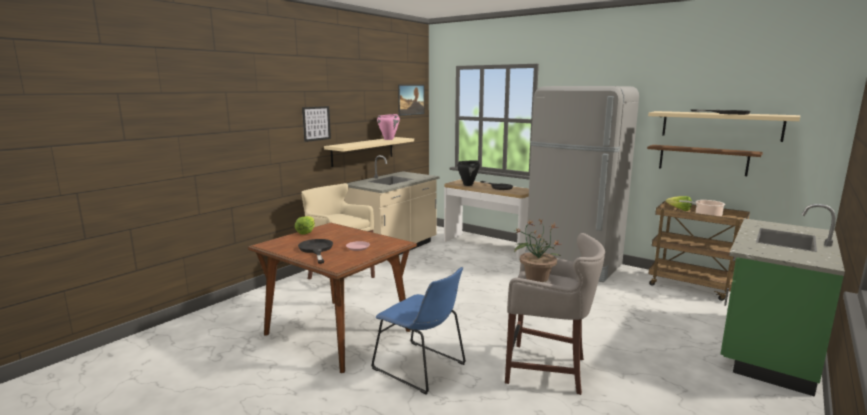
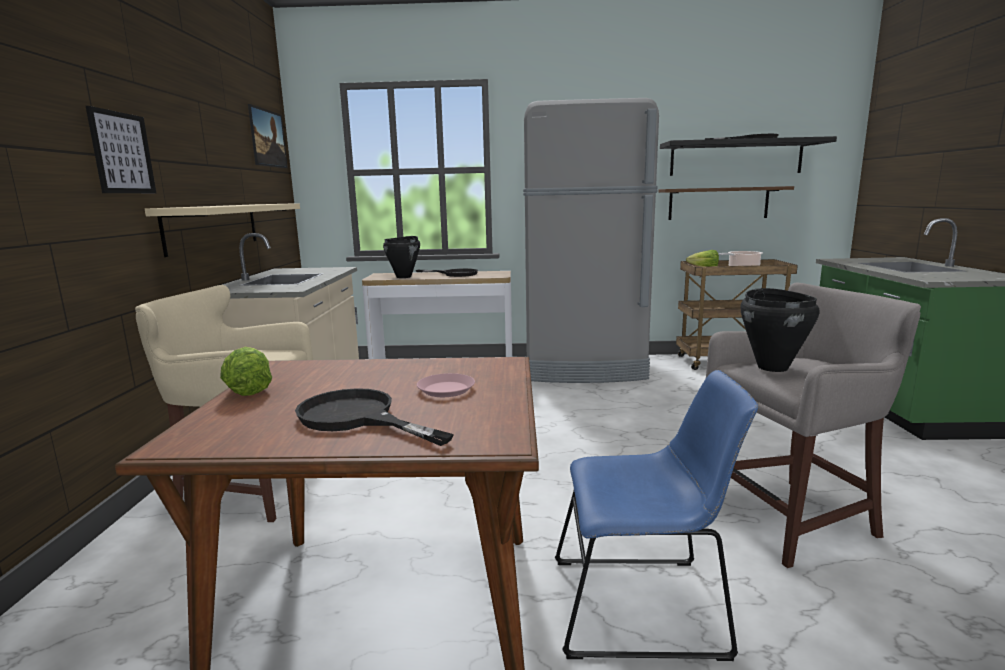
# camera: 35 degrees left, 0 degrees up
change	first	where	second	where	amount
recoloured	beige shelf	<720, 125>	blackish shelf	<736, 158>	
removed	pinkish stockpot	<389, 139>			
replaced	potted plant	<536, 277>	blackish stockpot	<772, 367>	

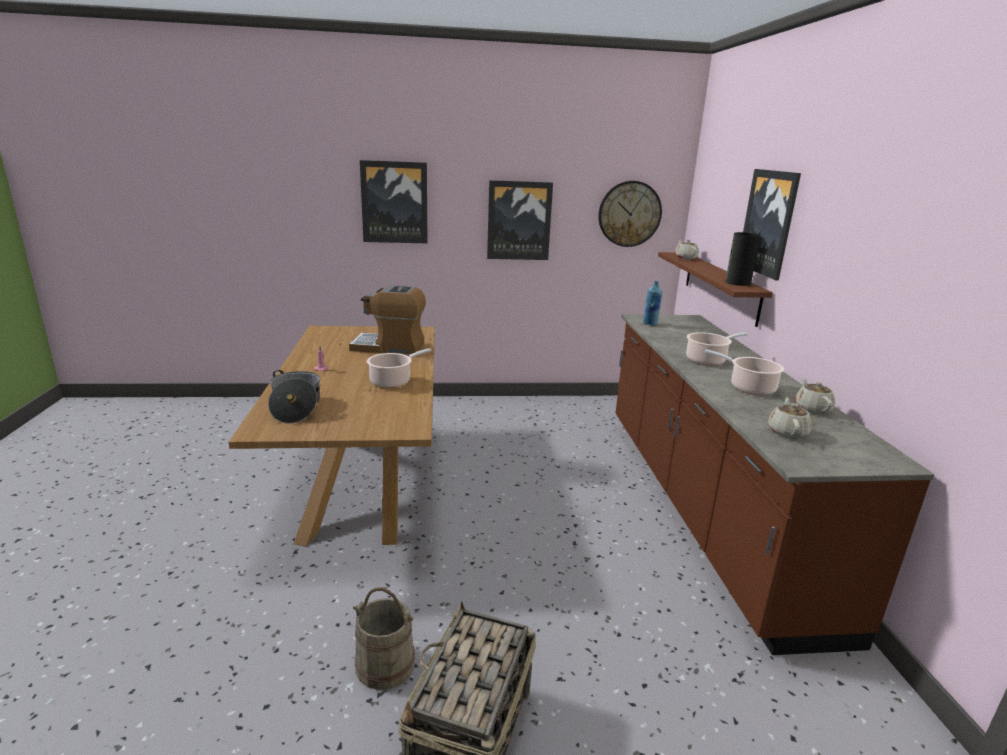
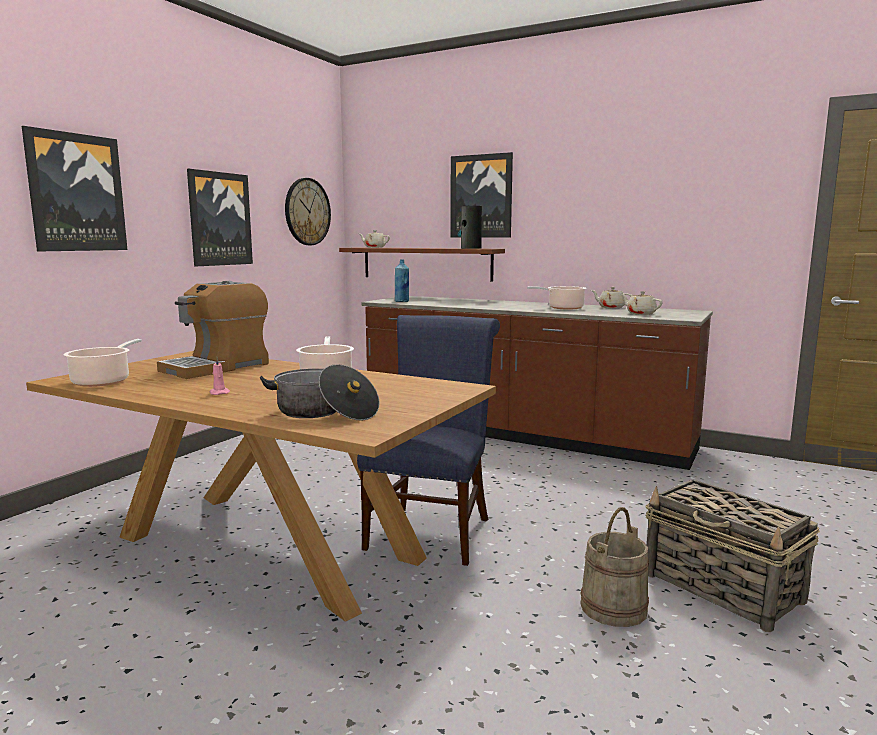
# camera: 55 degrees left, 10 degrees down
change	first	where	second	where	amount
moved	stockpot	<707, 360>		<103, 381>	
added			bluish upright chair	<432, 530>	

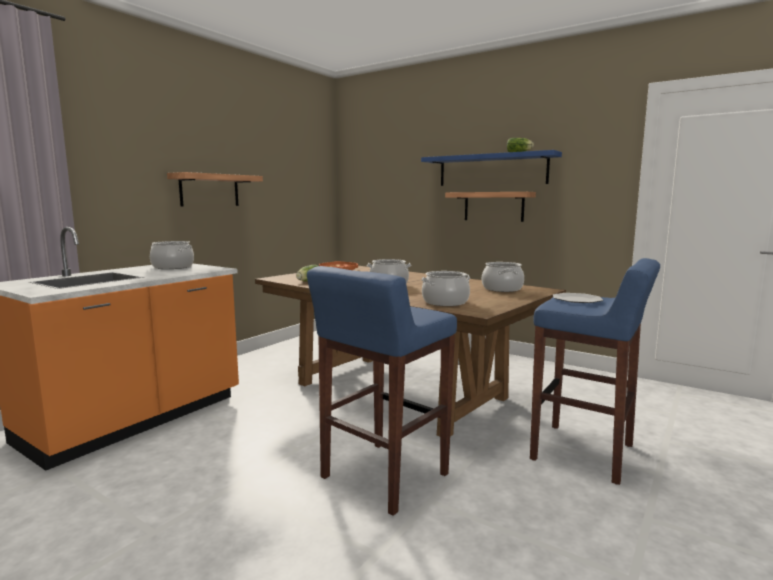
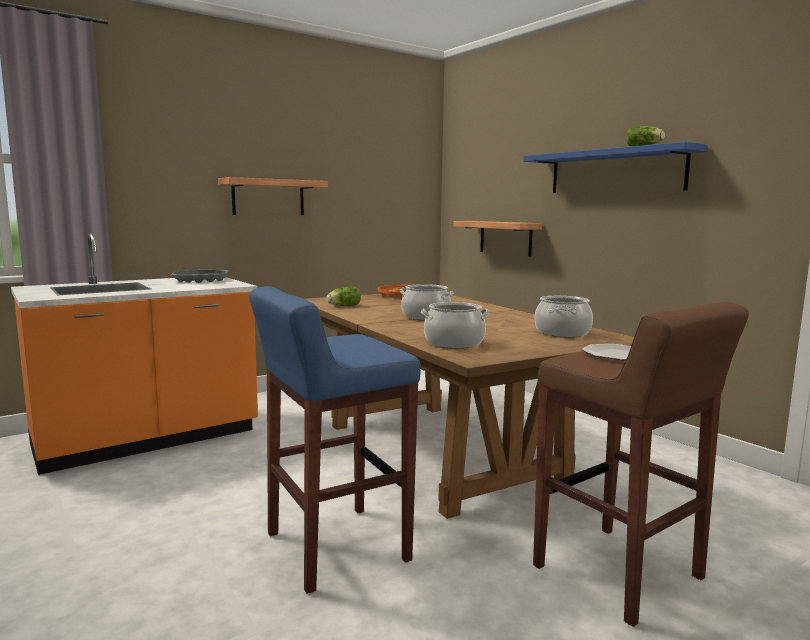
# camera: 20 degrees right, 0 degrees up
change	first	where	second	where	amount
moved	shelf	<493, 206>		<505, 238>	
replaced	stockpot	<173, 267>	gray serving tray	<200, 280>	
recoloured	bluish stool seat	<584, 453>	brown-coloured stool seat	<619, 574>	

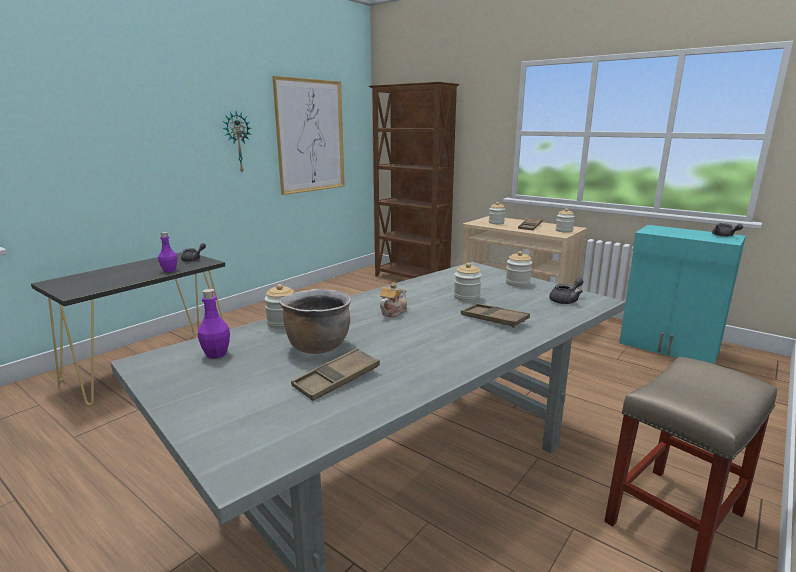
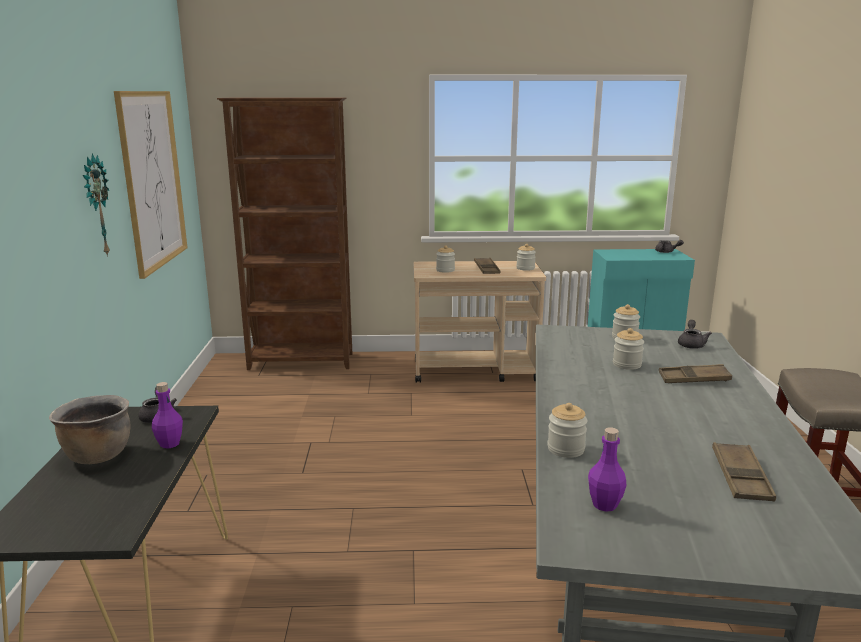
# camera: 40 degrees left, 0 degrees up
change	first	where	second	where	amount
removed	tea pot	<393, 312>			
moved	brown-coloured stockpot	<318, 346>		<97, 455>	

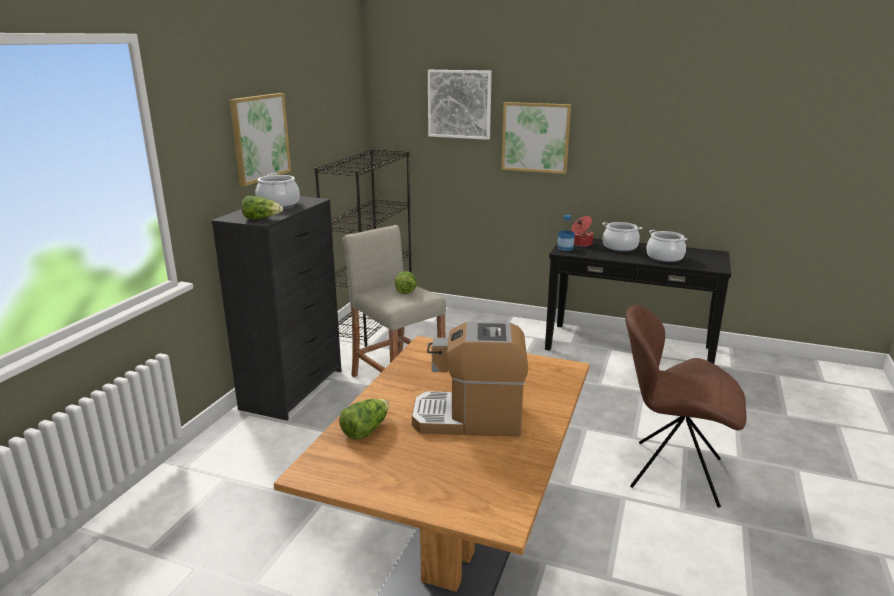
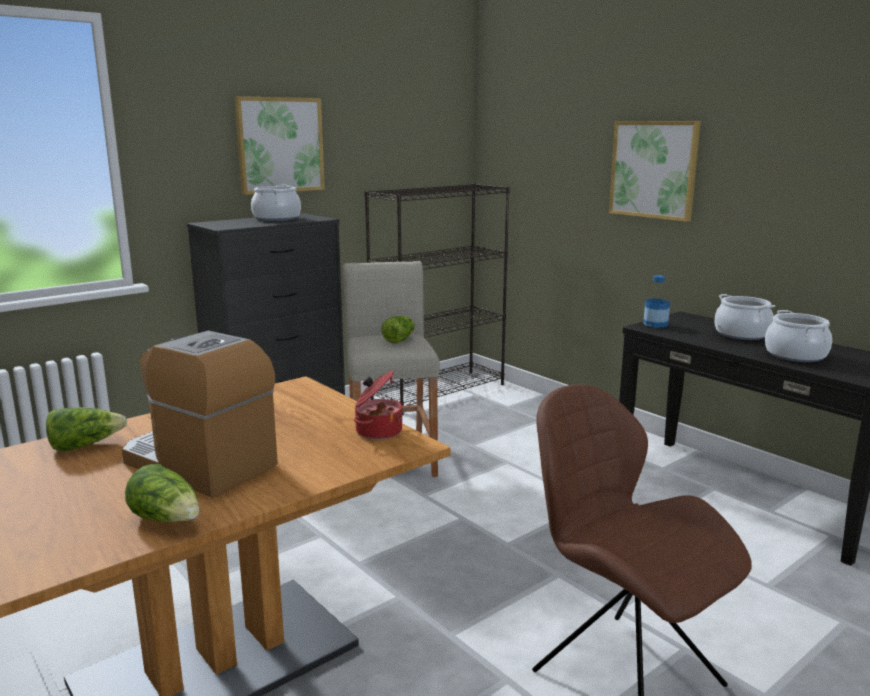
# camera: 30 degrees right, 5 degrees down
change	first	where	second	where	amount
removed	picture	<459, 104>			
moved	lettuce	<262, 219>		<167, 519>	
moved	stockpot	<581, 244>		<377, 431>	

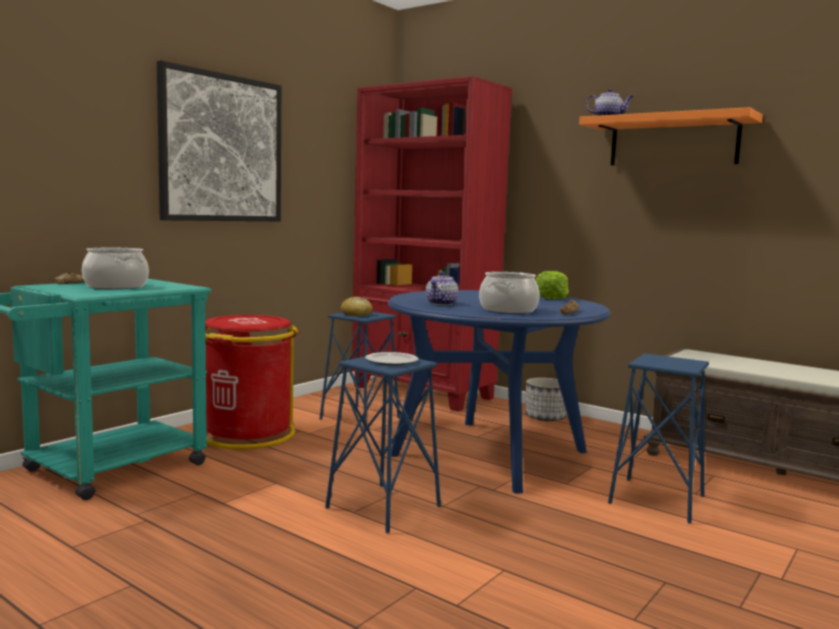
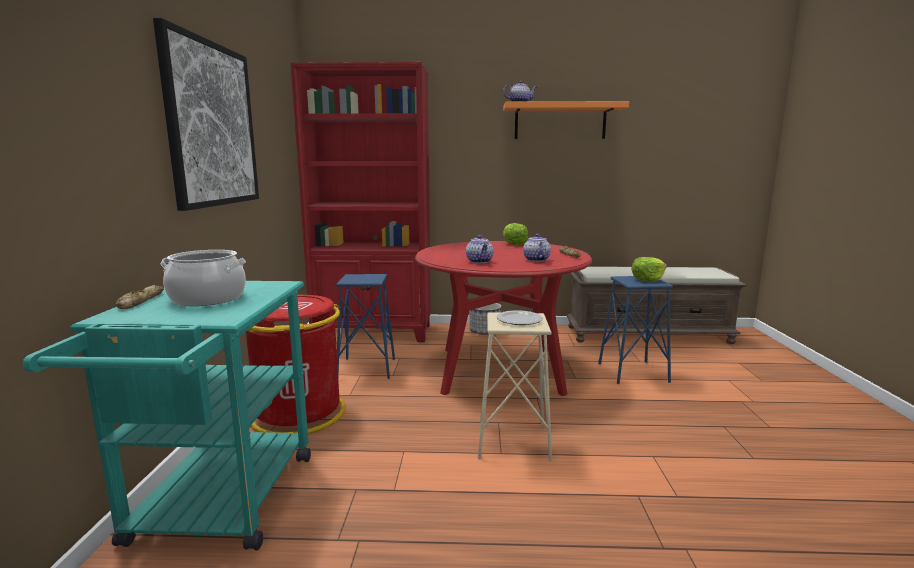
# camera: 35 degrees left, 5 degrees up
change	first	where	second	where	amount
replaced	stockpot	<508, 310>	tea pot	<536, 260>	
recoloured	bluish dining table	<490, 453>	red-coloured dining table	<500, 370>	
removed	bakery bread	<356, 314>			
recoloured	bluish stool seat	<383, 507>	beige stool seat	<512, 440>	
added			lettuce	<648, 279>	

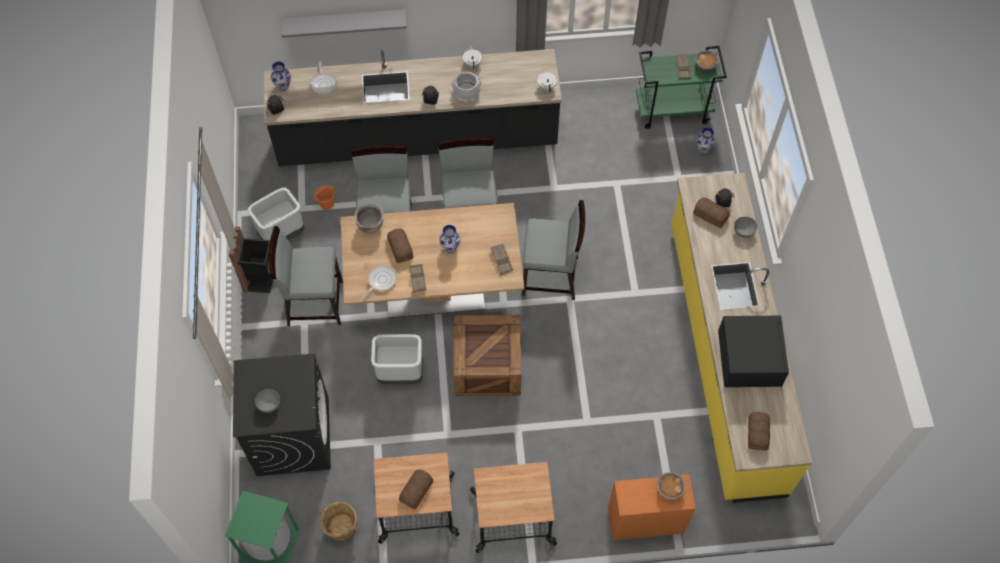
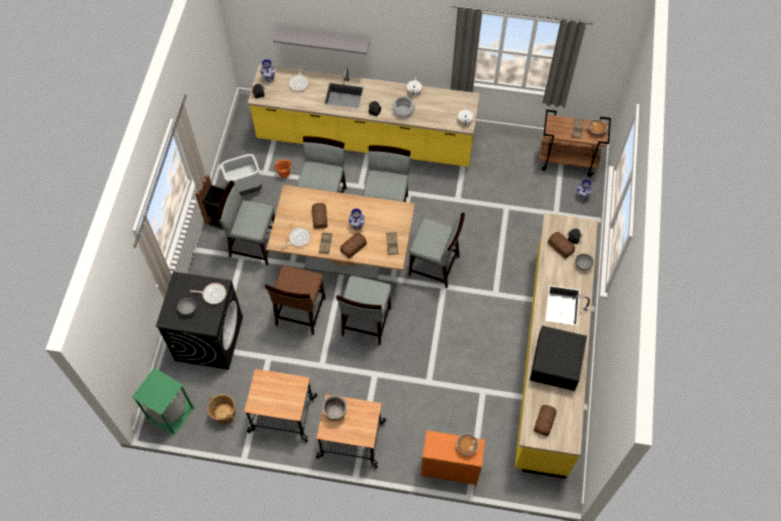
# camera: 15 degrees right, 0 degrees up
change	first	where	second	where	amount
recoloured	green-coloured trolley	<673, 110>	brown-coloured trolley	<568, 161>	
recoloured	blackish kitchen base unit	<417, 139>	yellow kitchen base unit	<365, 140>	
moved	brown-coloured stockpot	<371, 226>		<335, 413>	
replaced	packing crate	<486, 366>	gray upright chair	<365, 322>	
replaced	gray trash can	<400, 374>	brown-coloured upright chair	<300, 312>	
moved	bakery bread	<417, 490>		<354, 247>	
added			skillet	<213, 294>	

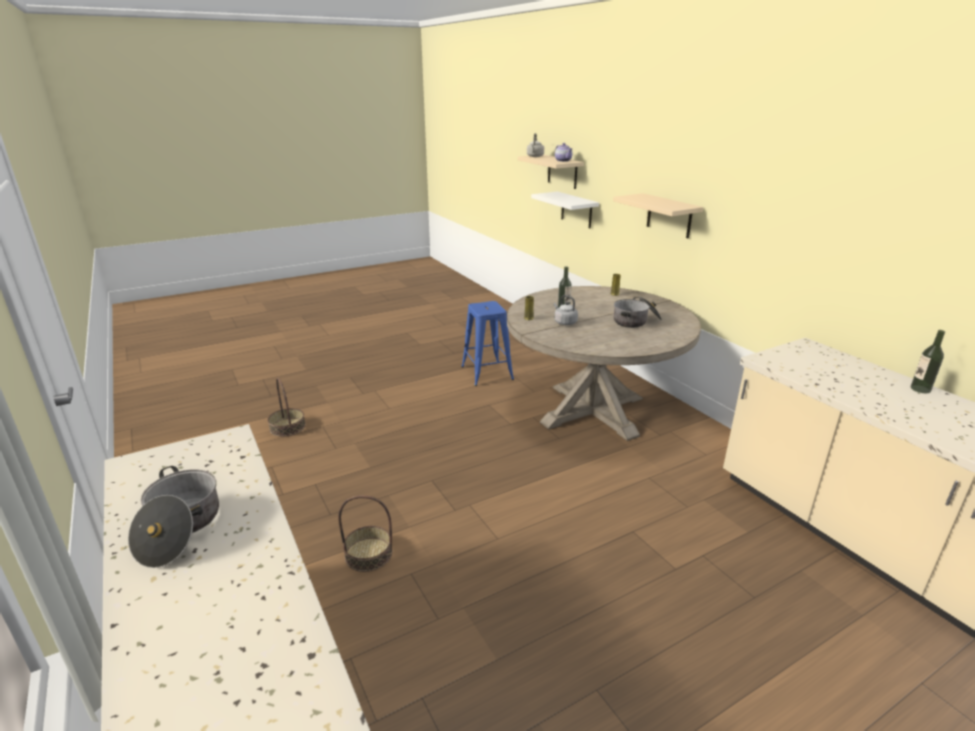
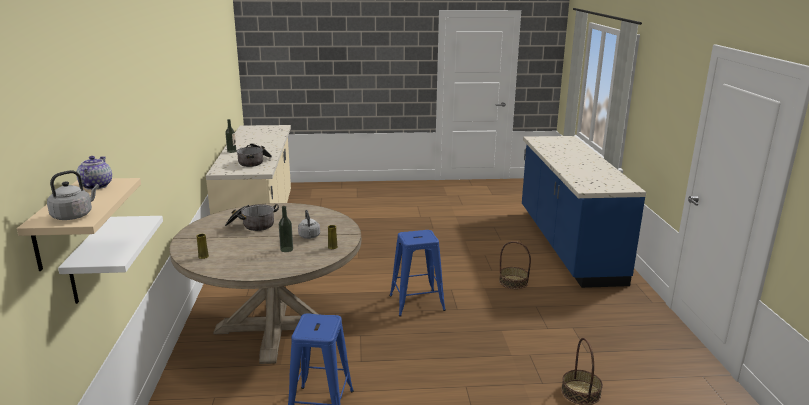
# camera: 155 degrees left, 5 degrees down
change	first	where	second	where	amount
removed	beige shelf	<669, 216>			
moved	stockpot	<179, 529>		<254, 162>	
added			bluish stool seat	<417, 303>	

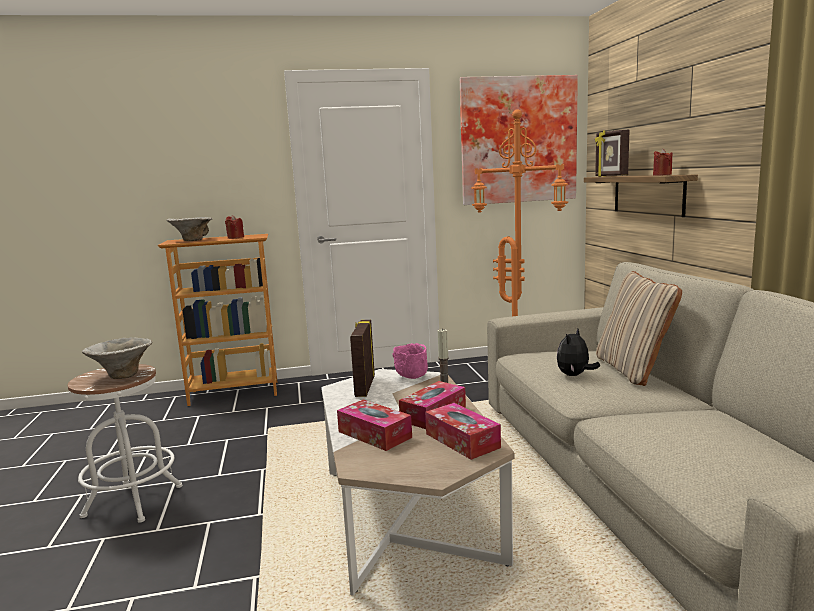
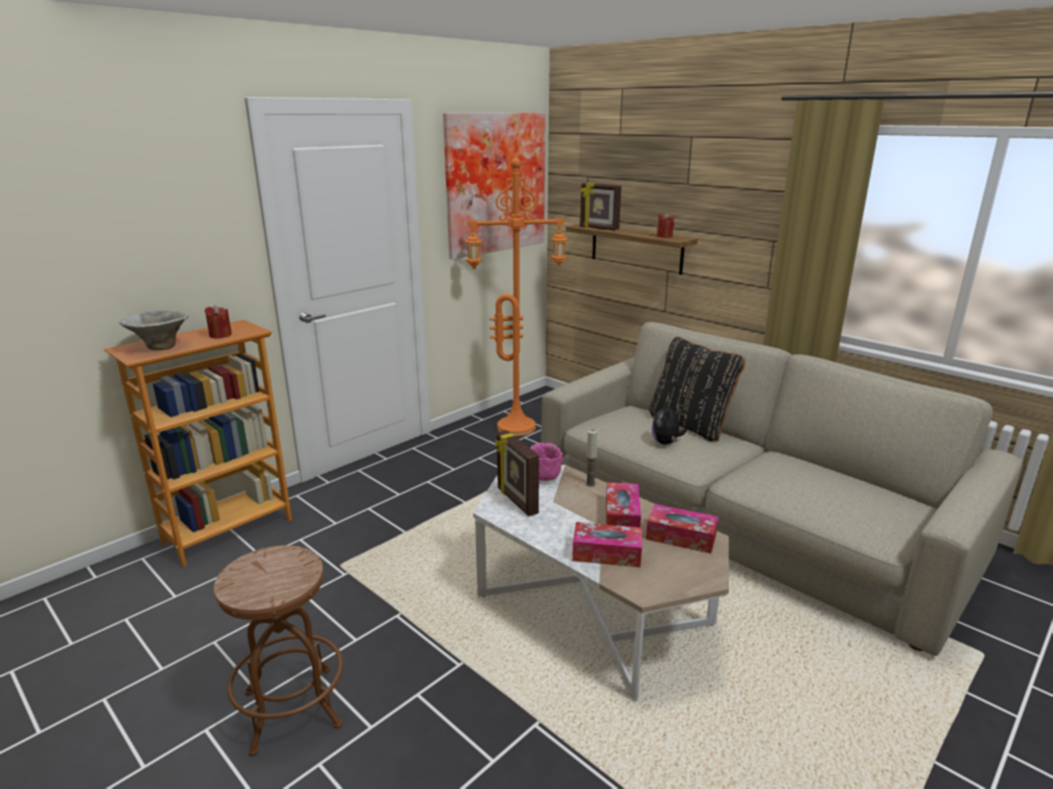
# camera: 35 degrees left, 10 degrees up
change	first	where	second	where	amount
recoloured	beige pillow	<633, 370>	blackish pillow	<690, 425>	
removed	bowl	<122, 375>			
recoloured	white stool seat	<133, 501>	brown-coloured stool seat	<292, 709>	

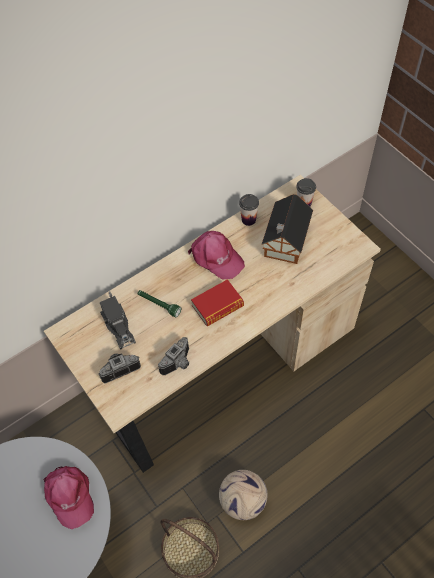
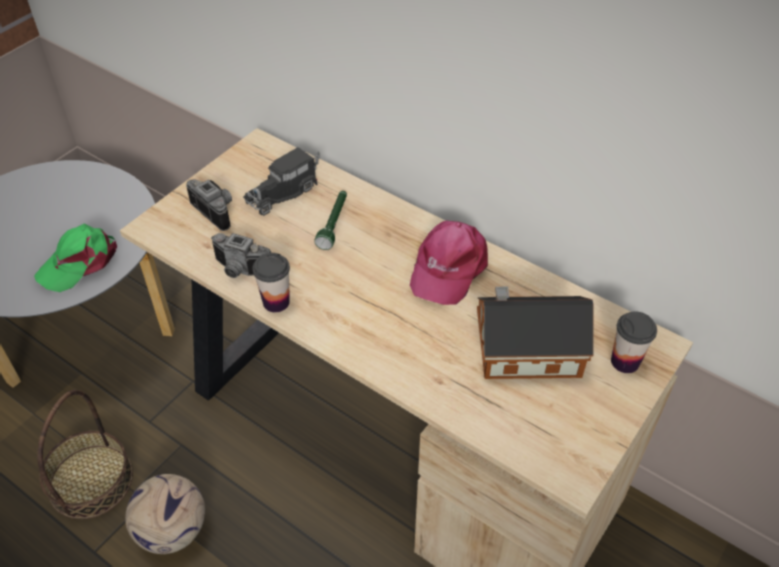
# camera: 70 degrees right, 10 degrees down
change	first	where	second	where	amount
moved	drinking cup	<248, 219>		<276, 302>	
removed	book	<217, 306>			
recoloured	pinkish cap	<69, 495>	green-coloured cap	<80, 262>	

